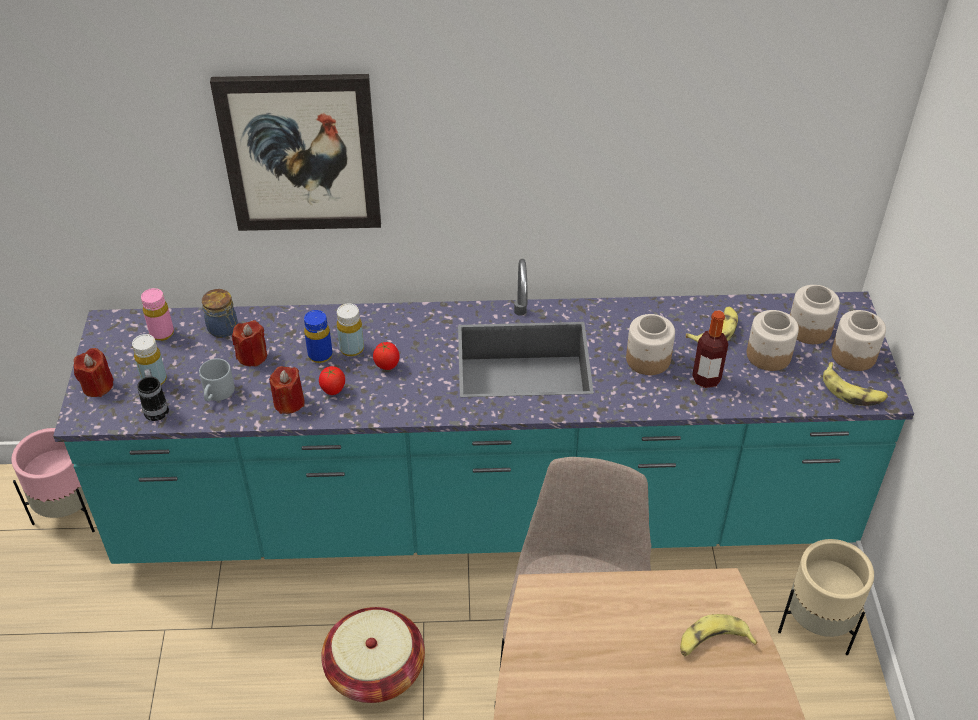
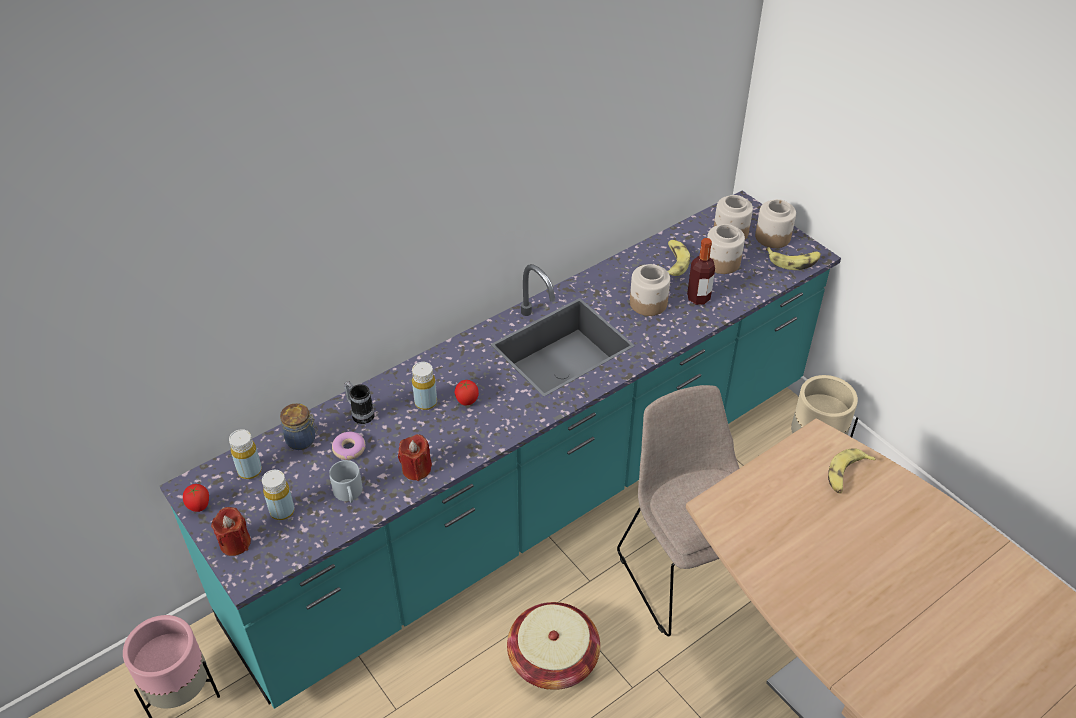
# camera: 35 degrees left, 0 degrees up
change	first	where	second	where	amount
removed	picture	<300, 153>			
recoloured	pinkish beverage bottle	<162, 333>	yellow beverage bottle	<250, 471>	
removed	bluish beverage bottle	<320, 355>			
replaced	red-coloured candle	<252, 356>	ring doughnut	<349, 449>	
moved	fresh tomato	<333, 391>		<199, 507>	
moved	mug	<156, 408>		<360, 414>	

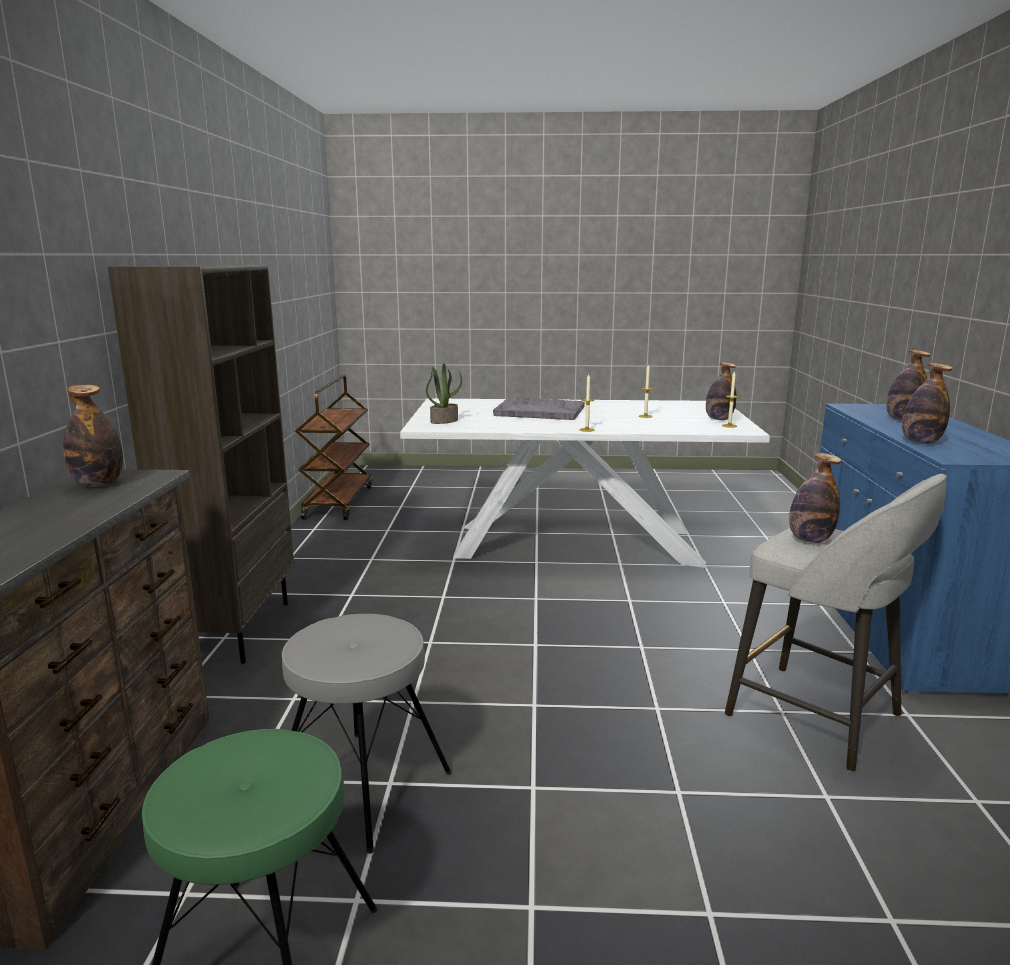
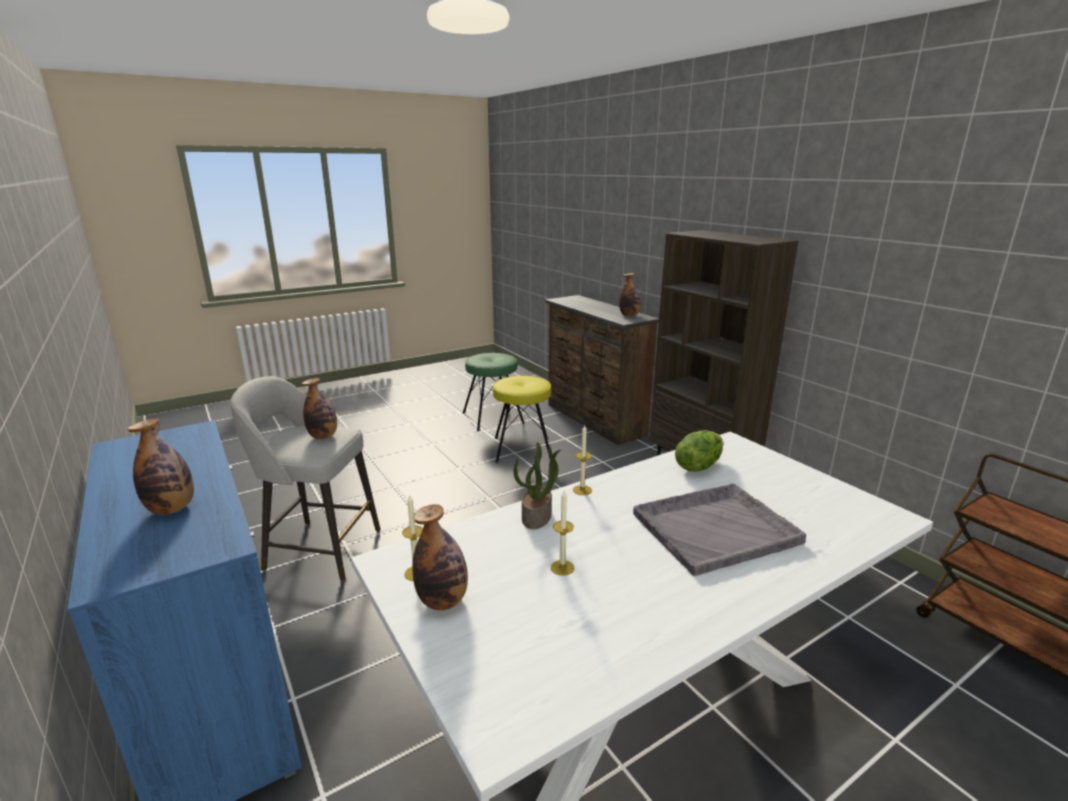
# camera: 145 degrees right, 5 degrees up
change	first	where	second	where	amount
removed	beverage bottle	<920, 442>			
moved	potted plant	<444, 421>		<537, 517>	
recoloured	gray stool seat	<361, 787>	yellow stool seat	<522, 448>	
added			lettuce	<698, 466>	

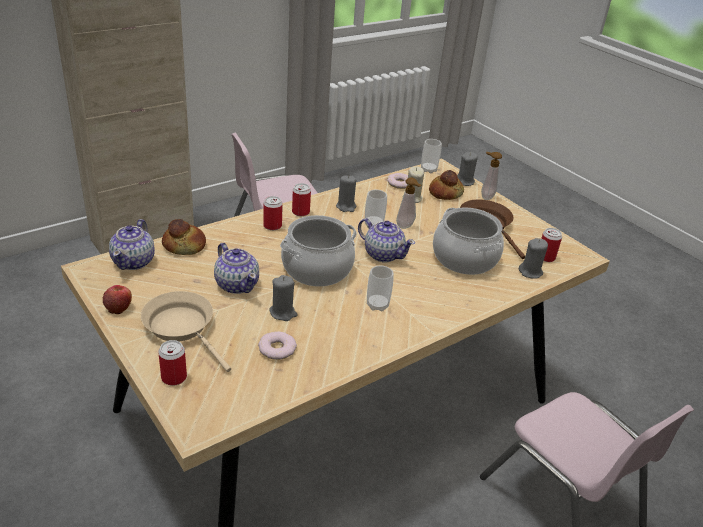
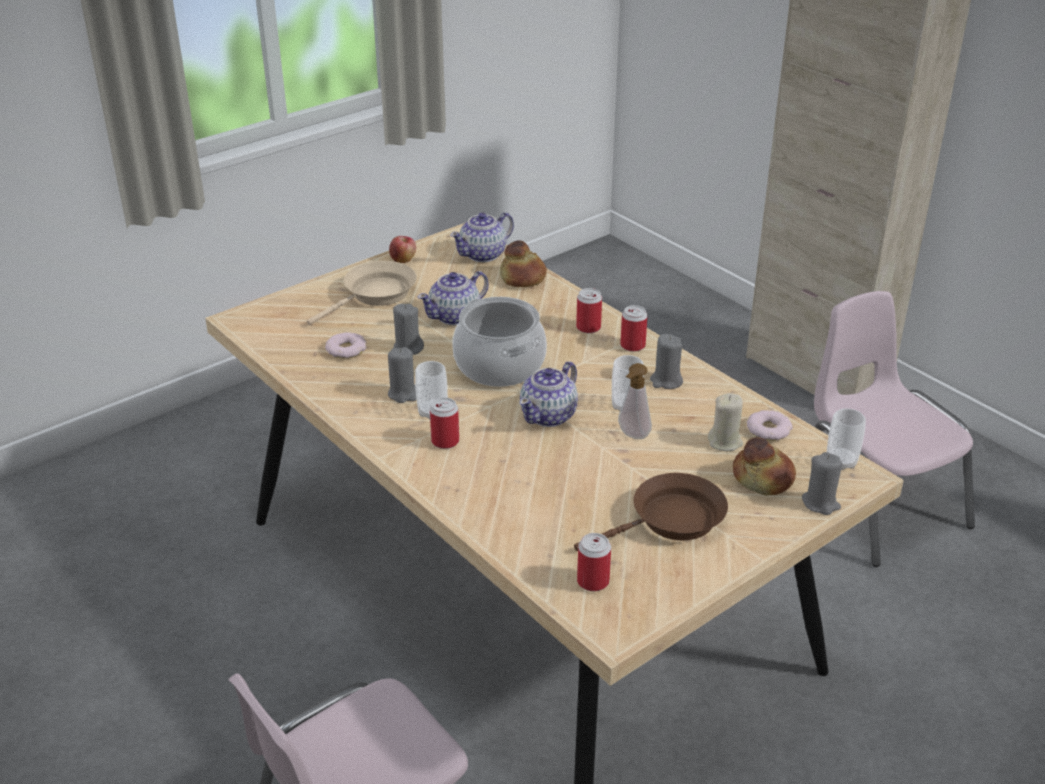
# camera: 90 degrees right, 0 degrees up
change	first	where	second	where	amount
removed	liquid soap bottle	<485, 197>			
removed	stockpot	<464, 258>			
turned	tea pot	<134, 261>		<483, 254>	45 degrees counterclockwise
moved	gray candle	<530, 272>		<403, 394>	
moved	metal can	<174, 377>		<445, 441>	

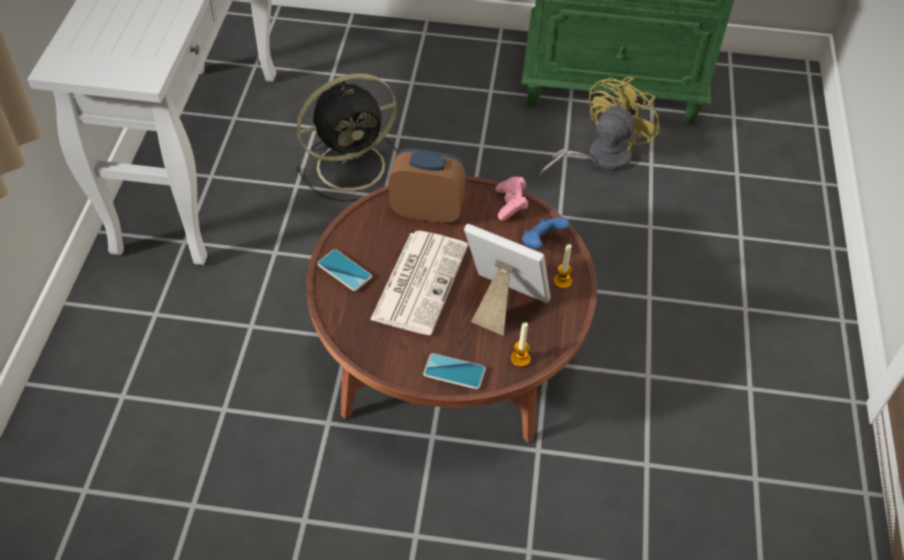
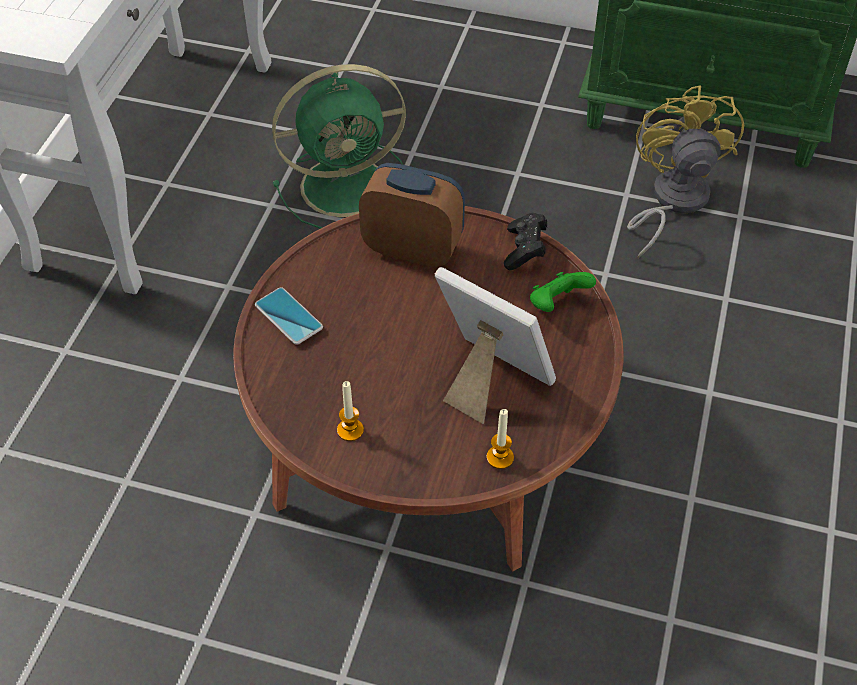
# camera: 10 degrees right, 0 degrees up
change	first	where	second	where	amount
recoloured	blackish fan	<354, 165>	green-coloured fan	<348, 185>	
turned	yellow fan	<599, 157>		<671, 201>	45 degrees counterclockwise
recoloured	pinkish joypad	<511, 204>	blackish joypad	<524, 250>	
recoloured	bluish joypad	<541, 243>	green-coloured joypad	<557, 304>	
removed	daily paper	<420, 281>			
moved	candle	<562, 281>		<350, 430>	
removed	phone	<454, 371>			

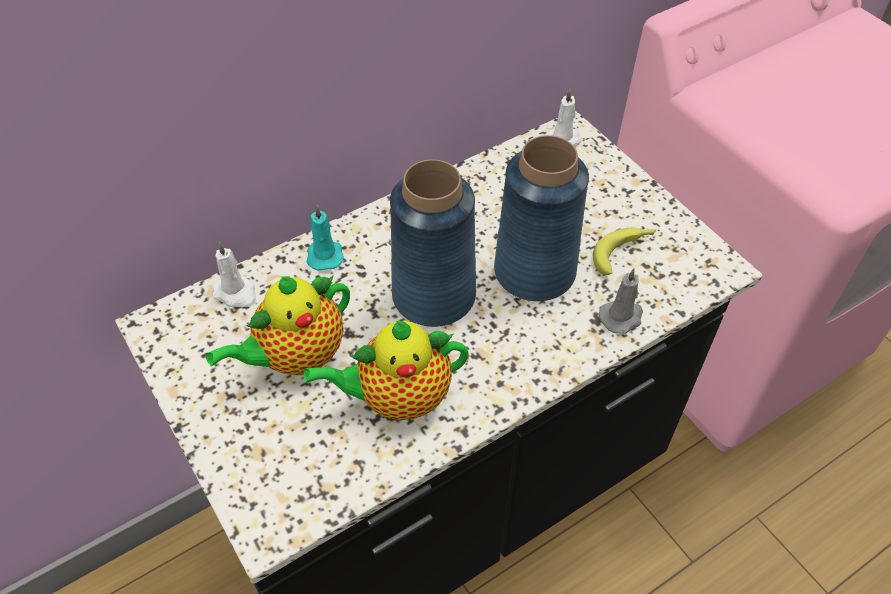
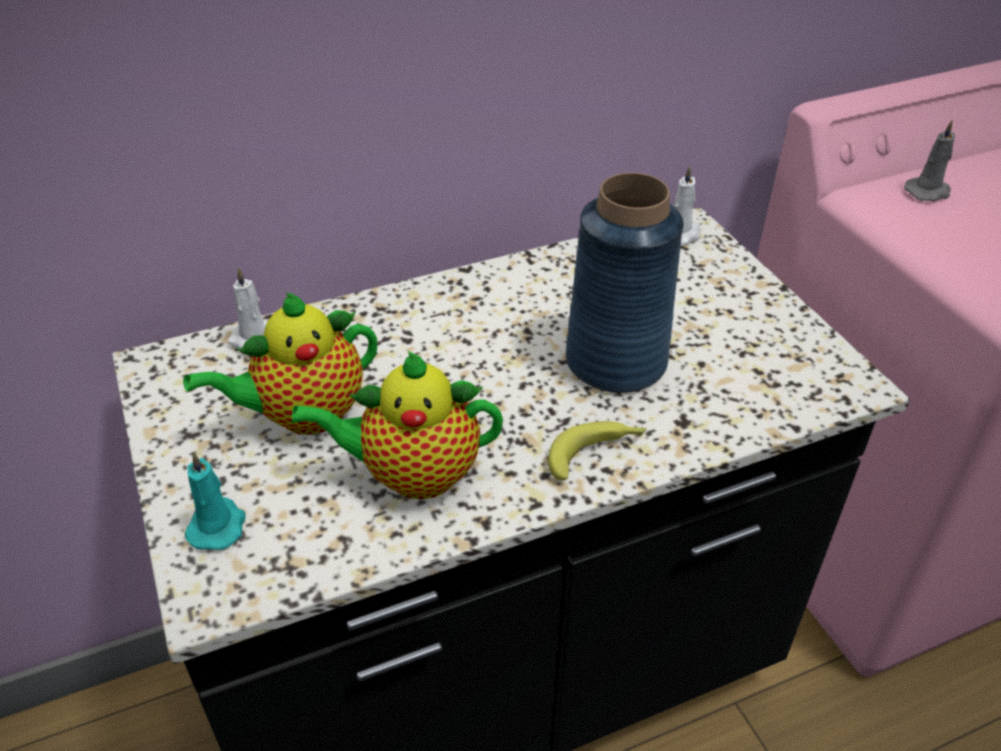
# camera: 10 degrees right, 10 degrees down
change	first	where	second	where	amount
removed	bluish flower vase	<433, 295>			
moved	turquoise candle	<325, 255>		<218, 525>	
moved	banana fruit	<624, 252>		<596, 454>	
moved	gray candle	<622, 317>		<928, 192>	

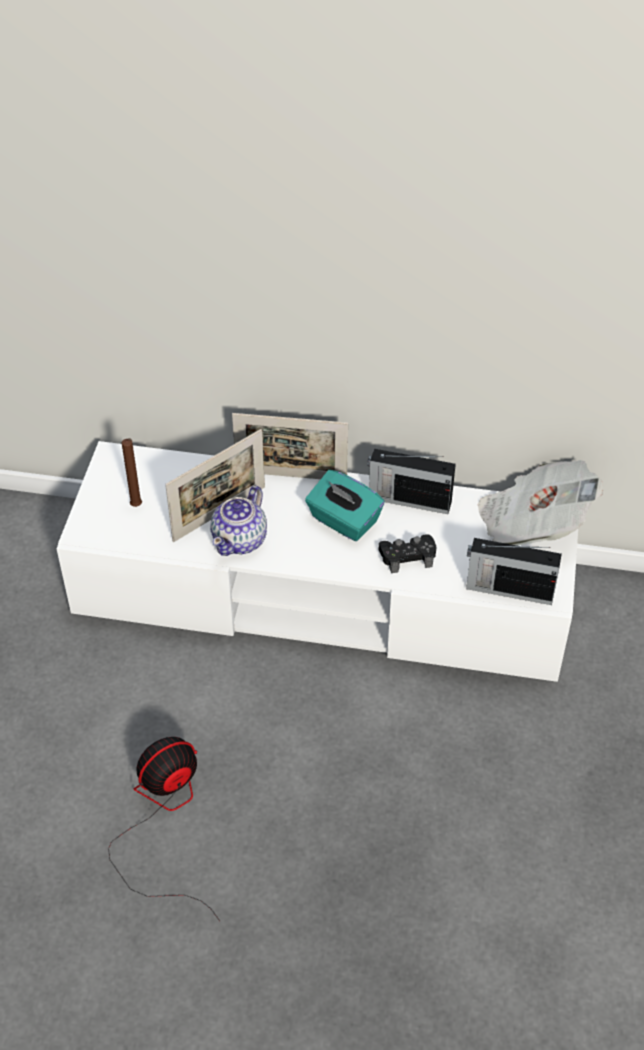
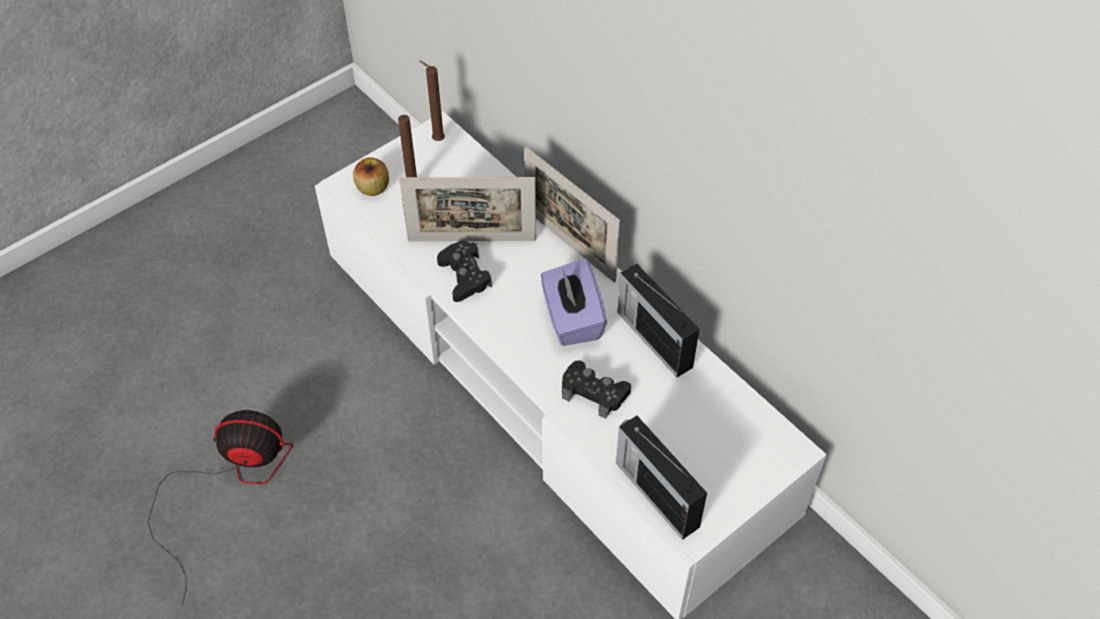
# camera: 40 degrees right, 5 degrees up
change	first	where	second	where	amount
removed	daily paper	<532, 523>			
recoloured	turquoise tissue holder	<343, 521>	purplish tissue holder	<572, 318>	
replaced	tea pot	<240, 540>	blackish joypad	<464, 276>	
added			brown-coloured candle	<436, 140>	
added			apple fruit	<373, 188>	

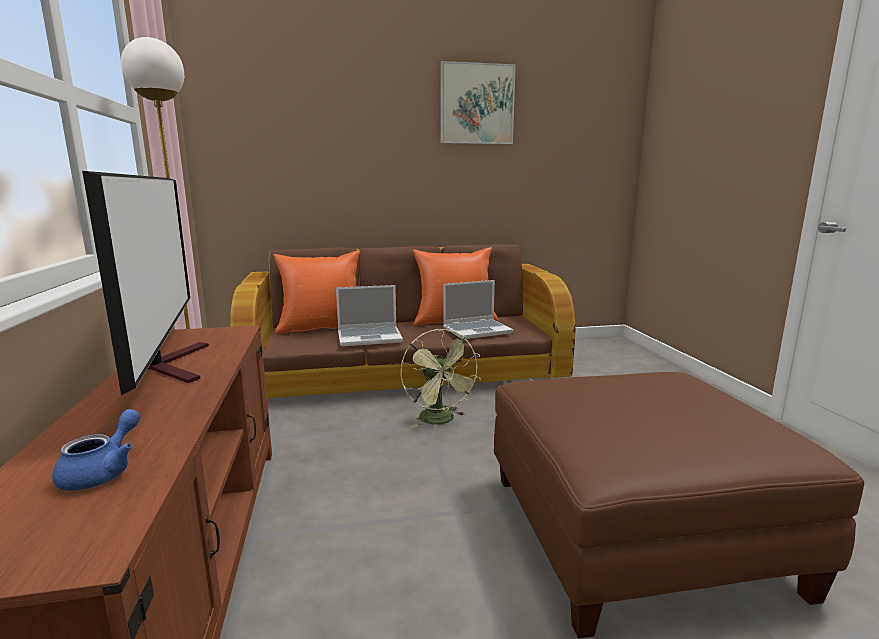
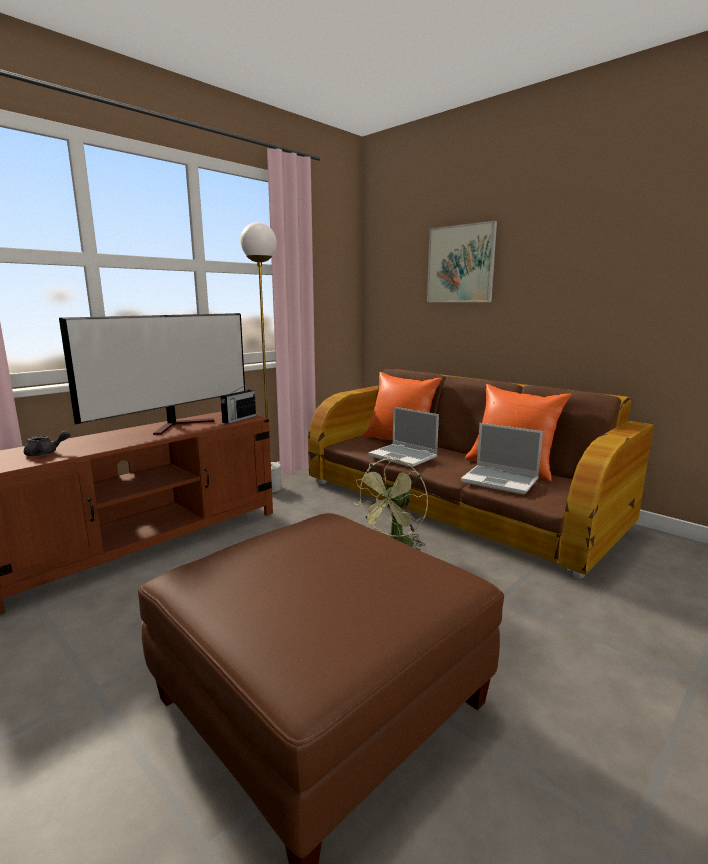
# camera: 55 degrees right, 0 degrees up
change	first	where	second	where	amount
moved	picture	<477, 104>		<460, 264>	
recoloured	bluish tea pot	<103, 471>	gray tea pot	<46, 453>	
added			radio set	<238, 419>	

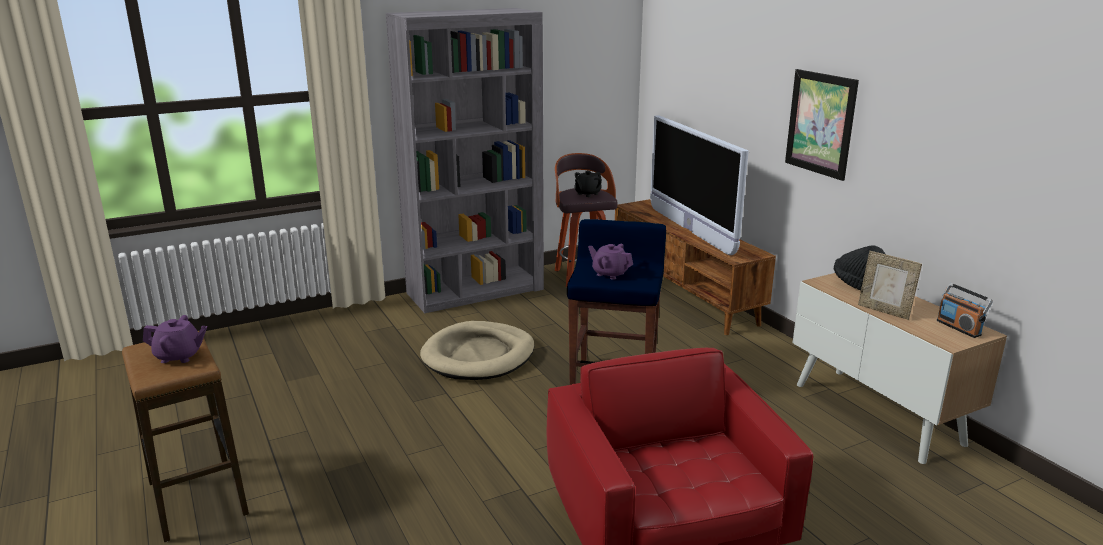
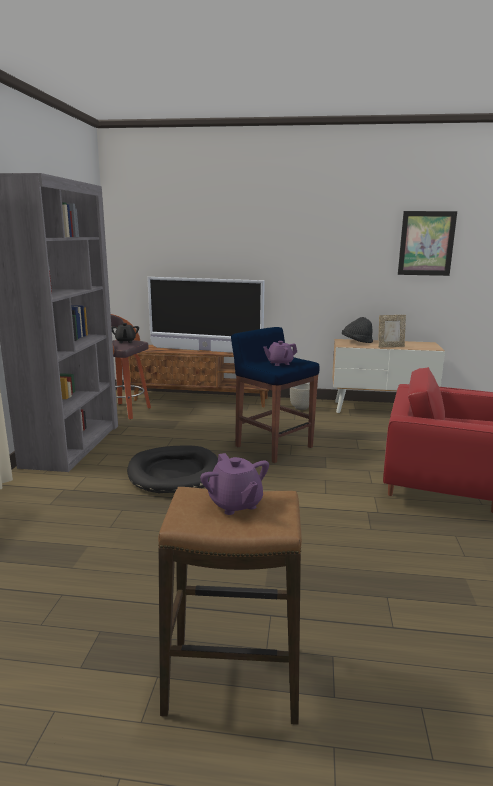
# camera: 55 degrees left, 5 degrees down
change	first	where	second	where	amount
moved	picture	<820, 123>		<426, 243>	
removed	radio set	<959, 328>			
turned	purplish tea pot	<179, 356>		<235, 504>	120 degrees clockwise
recoloured	beige pet bed	<478, 355>	blackish pet bed	<174, 473>	
added			gray flower pot	<301, 408>	

